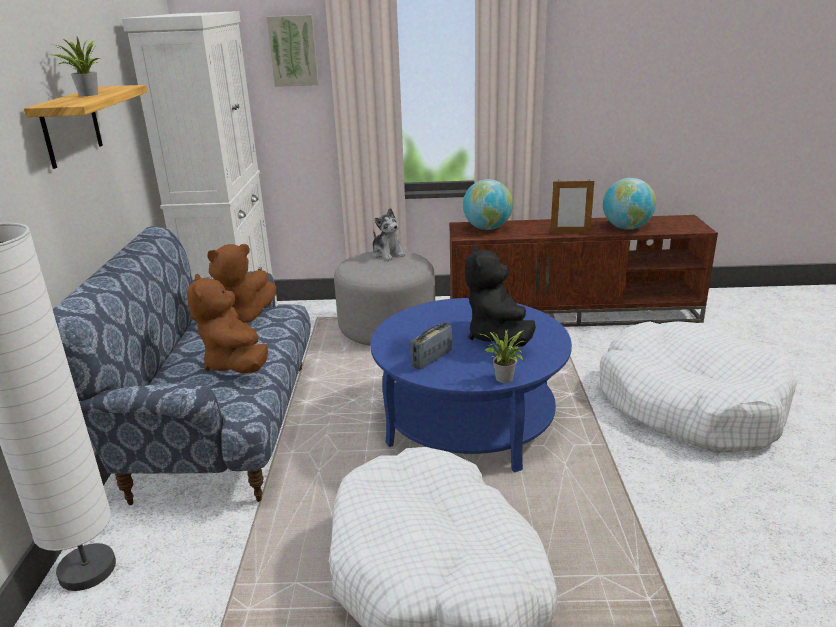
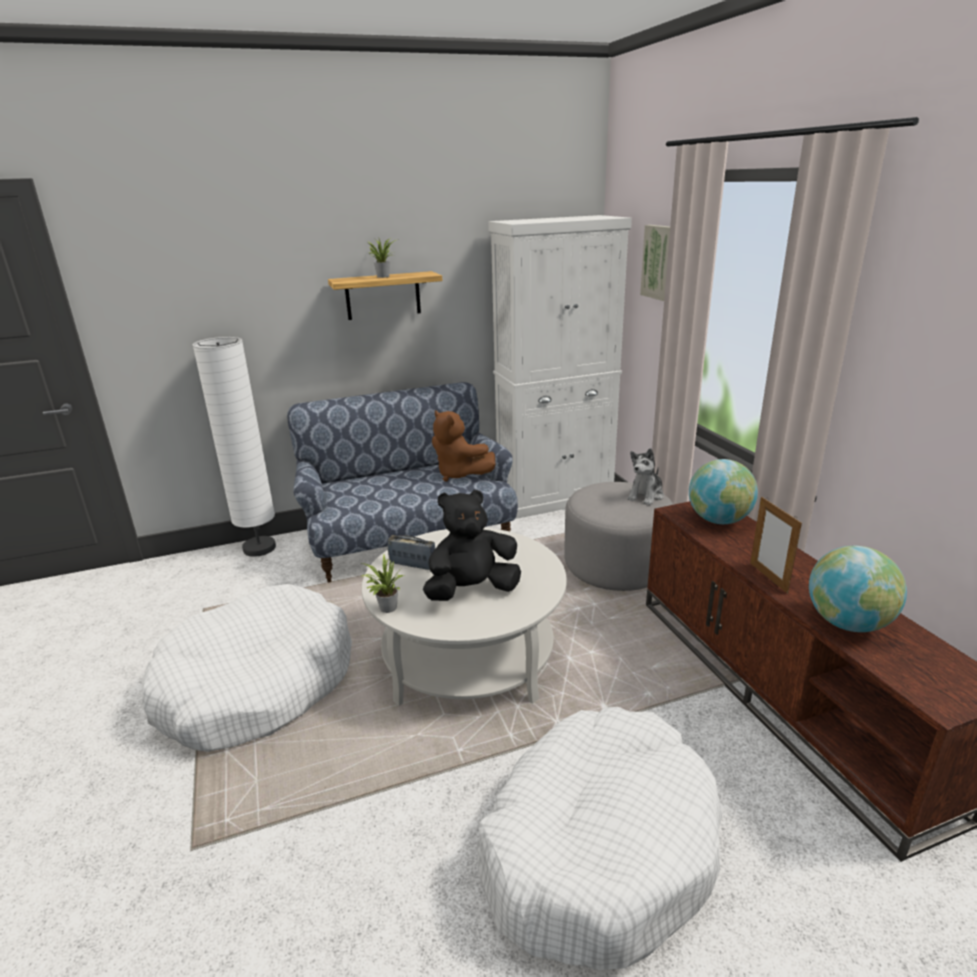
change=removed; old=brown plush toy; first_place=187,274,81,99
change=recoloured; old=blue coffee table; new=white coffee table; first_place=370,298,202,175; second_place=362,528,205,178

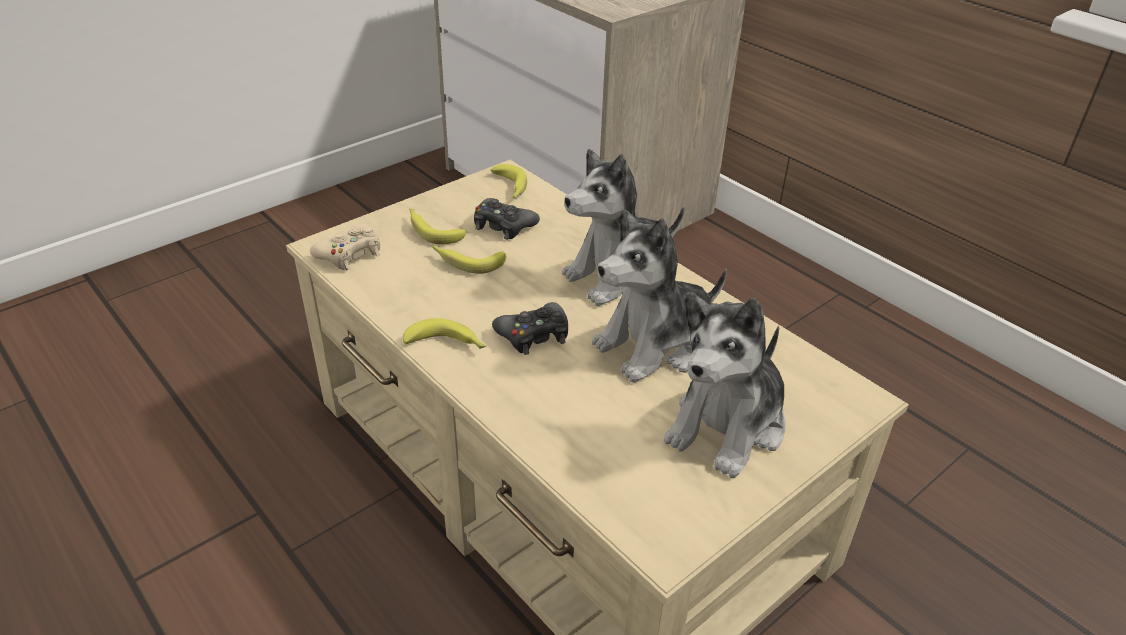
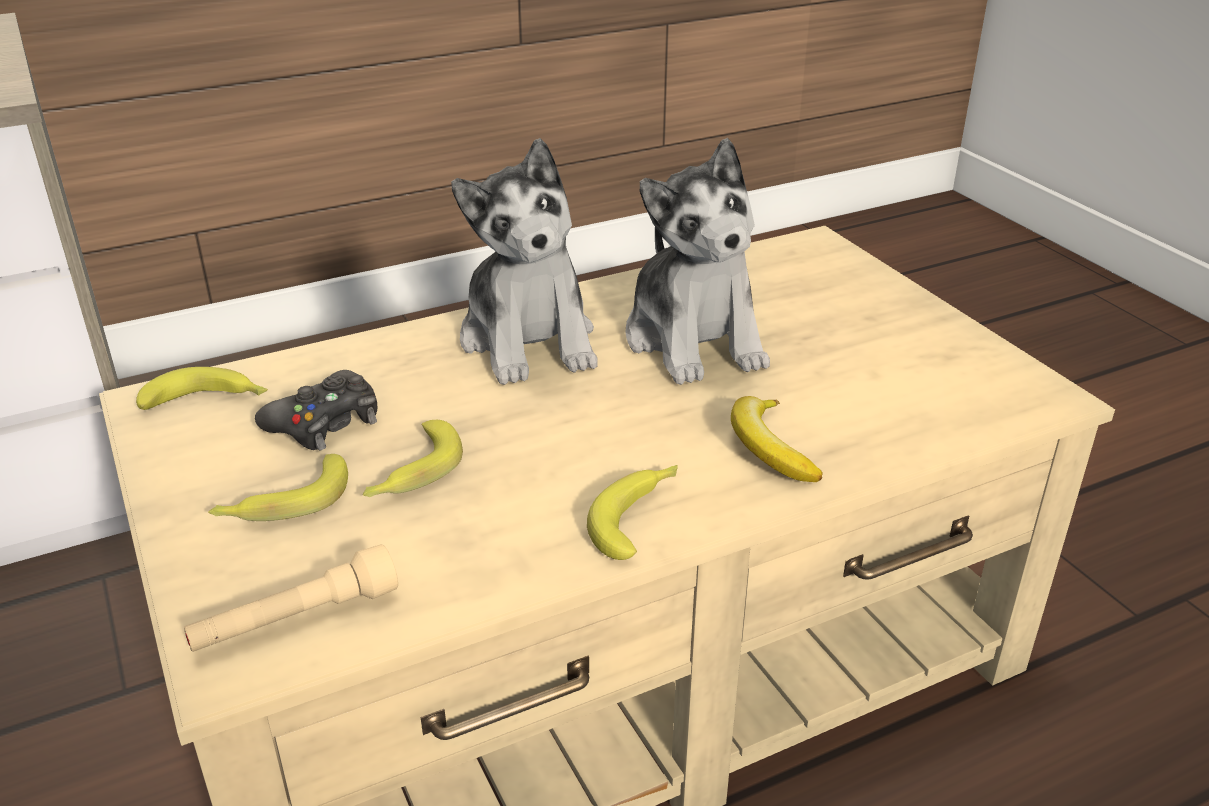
change=replaced; old=beige game controller; new=beige flashlight; first_place=310,224,70,46; second_place=184,544,214,108
change=removed; old=black game controller; first_place=492,302,76,53
change=removed; old=plush toy; first_place=664,292,122,186
change=added; new=banana; second_place=731,396,92,86

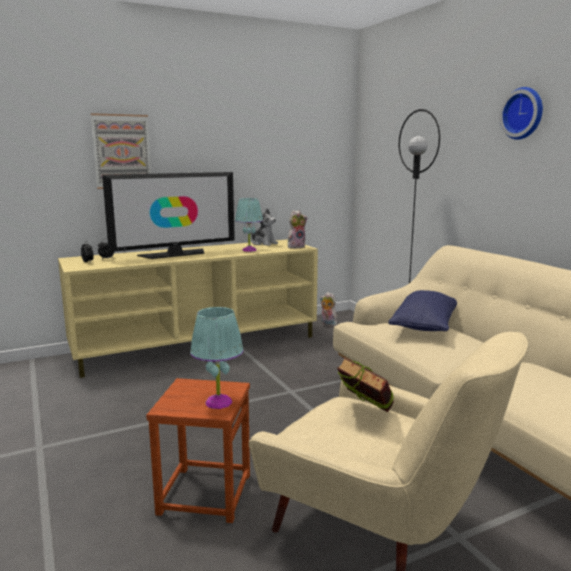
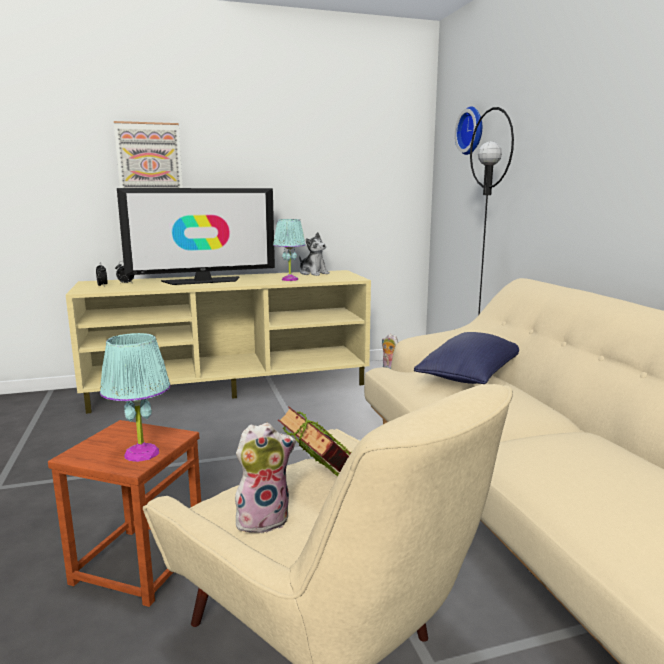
change=moved; old=plush toy; first_place=288,210,19,38; second_place=235,423,61,110
change=moved; old=wall clock; first_place=499,87,44,53; second_place=455,106,27,49

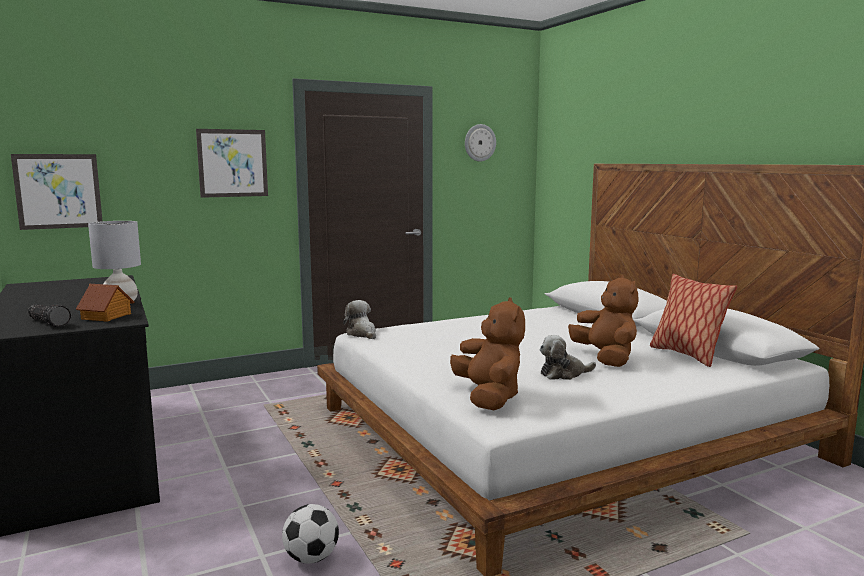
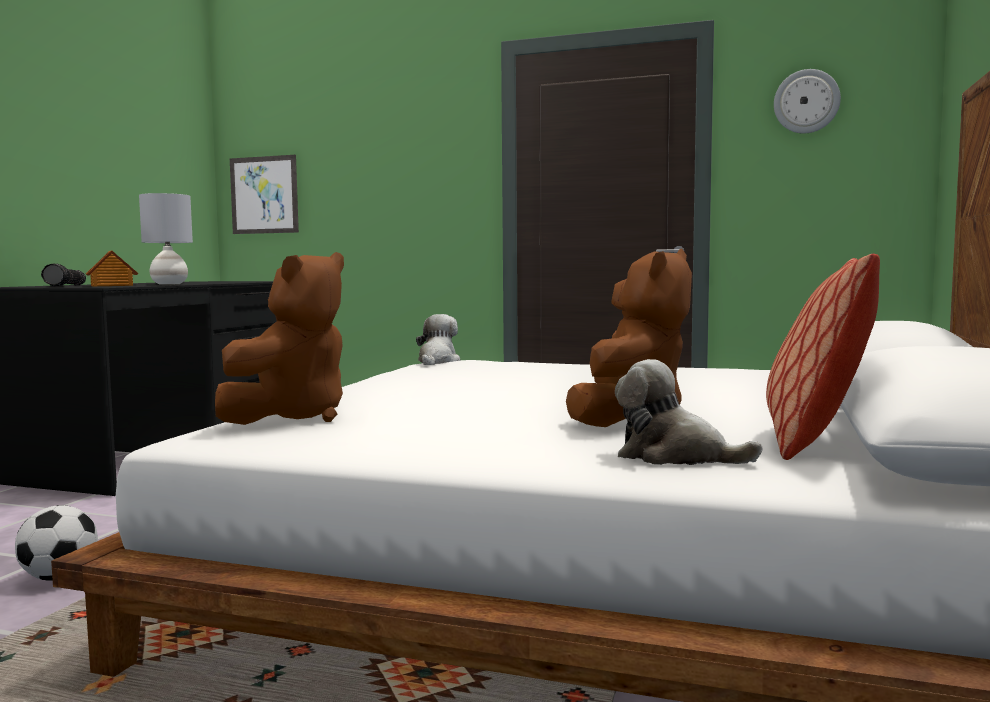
change=removed; old=picture; first_place=196,129,72,69
change=moved; old=plush toy; first_place=539,335,57,45; second_place=615,359,147,106

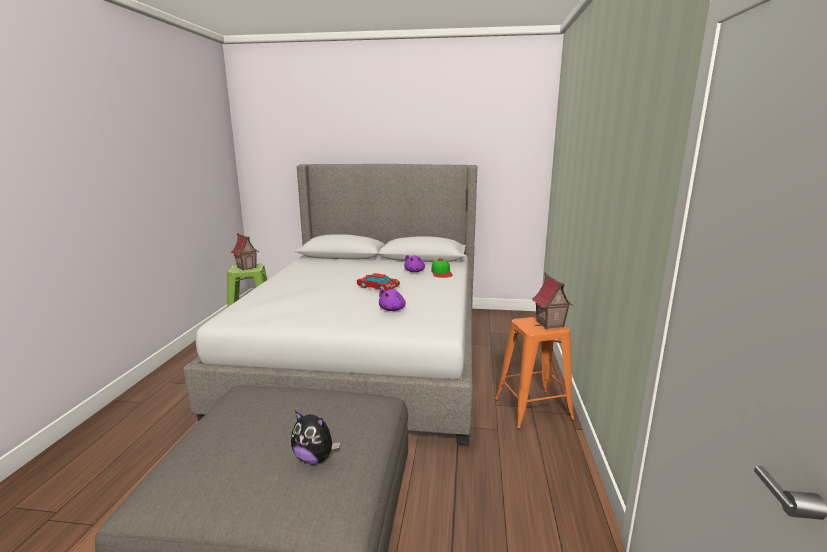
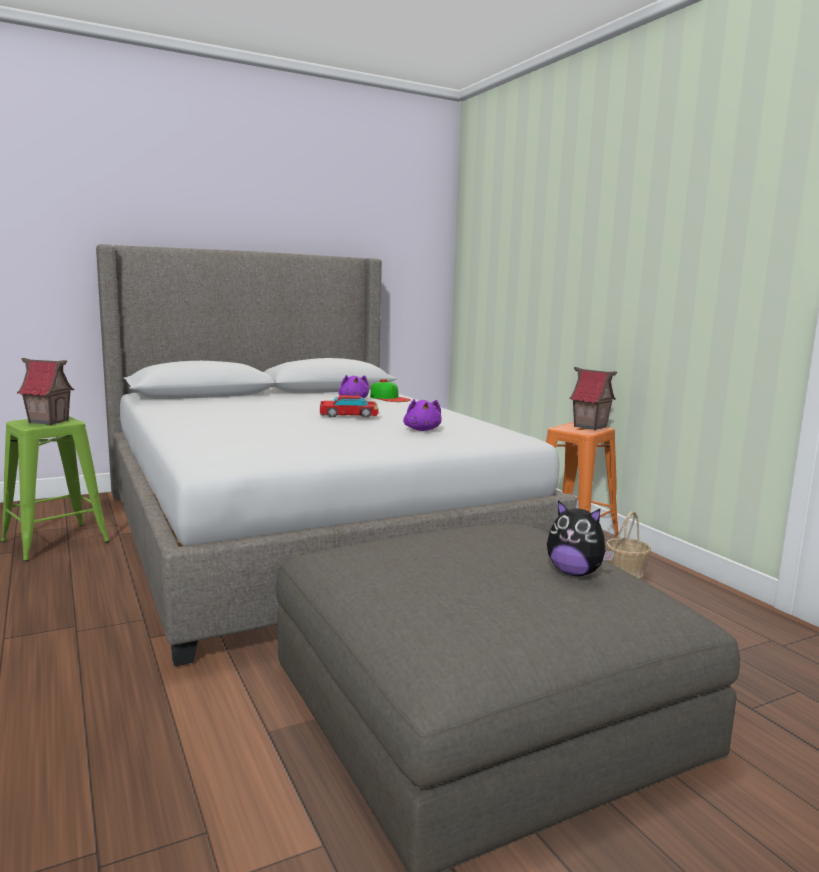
change=turned; old=plush toy; first_place=291,411,49,53; second_place=547,500,68,76; degrees=45
change=added; new=basket; second_place=606,511,45,67

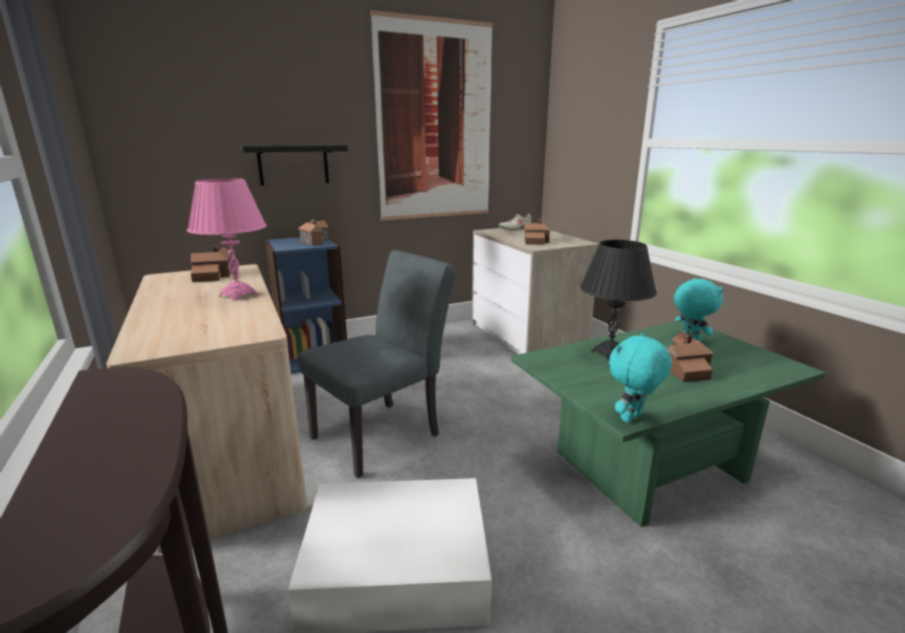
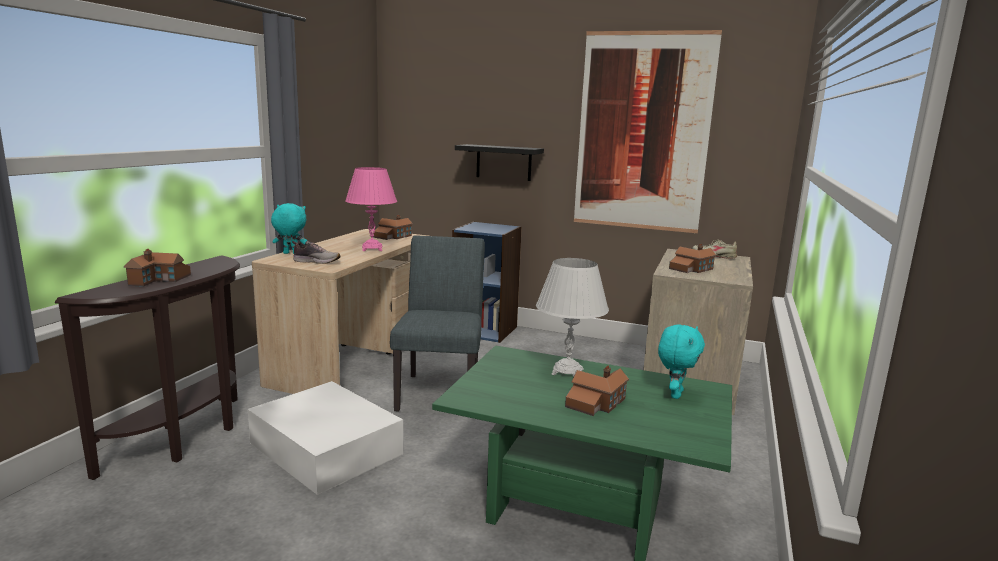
change=moved; old=toy house; first_place=298,219,31,27; second_place=124,249,67,38
change=turned; old=grey chair; first_place=298,250,158,228; second_place=390,235,95,176; degrees=-90
change=recoloured; old=black table lamp; new=white table lamp; first_place=580,240,77,121; second_place=536,258,73,119
change=moved; old=turquoise plush toy; first_place=609,333,63,90; second_place=271,203,36,51
change=added; new=shoe; second_place=292,241,48,23

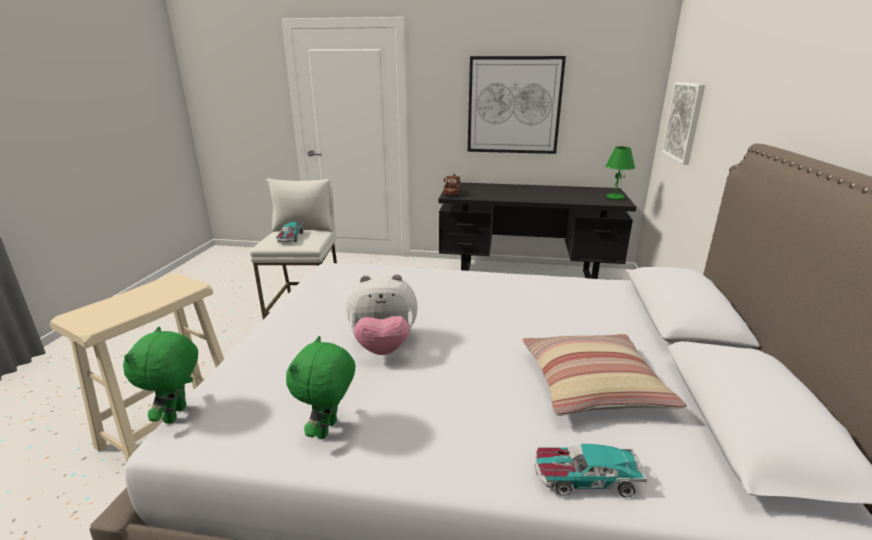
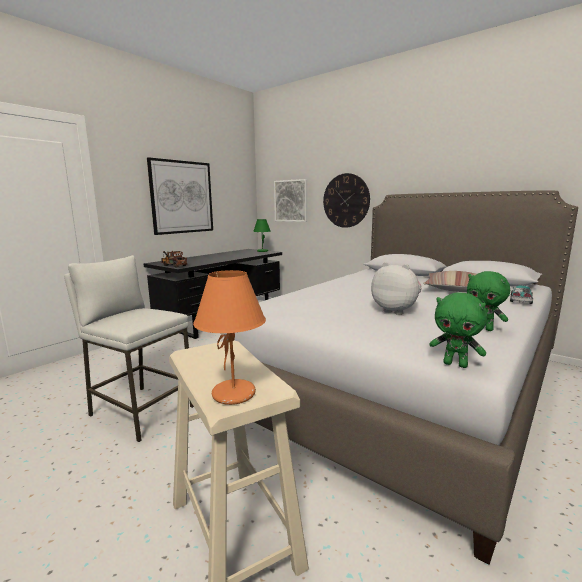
change=removed; old=toy car; first_place=276,222,27,21
change=turned; old=plush toy; first_place=346,274,72,81; second_place=371,262,51,53; degrees=-75
change=added; new=orange table lamp; second_place=193,270,73,135
change=added; new=wall clock; second_place=323,173,47,55

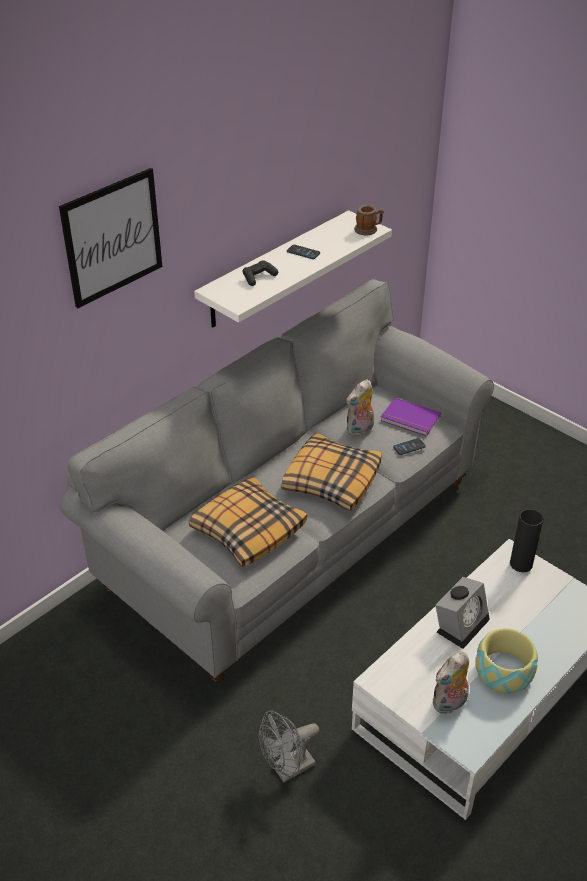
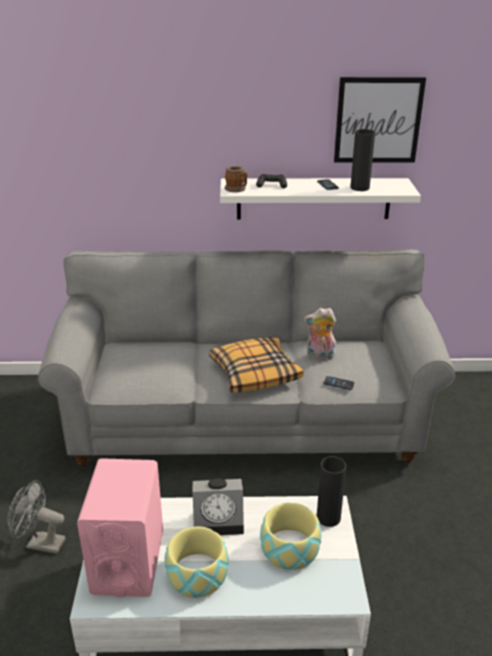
change=moved; old=picture; first_place=59,168,103,140; second_place=334,77,92,86
change=removed; old=pillow; first_place=189,477,118,90
change=moved; old=mug; first_place=354,205,30,31; second_place=225,166,23,26
change=removed; old=purple book; first_place=380,398,61,38
change=replaced; old=plush toy; new=pink speaker; first_place=432,652,37,62; second_place=77,458,86,139
change=added; new=bowl; second_place=260,503,61,67
change=added; new=black vase; second_place=350,129,25,62

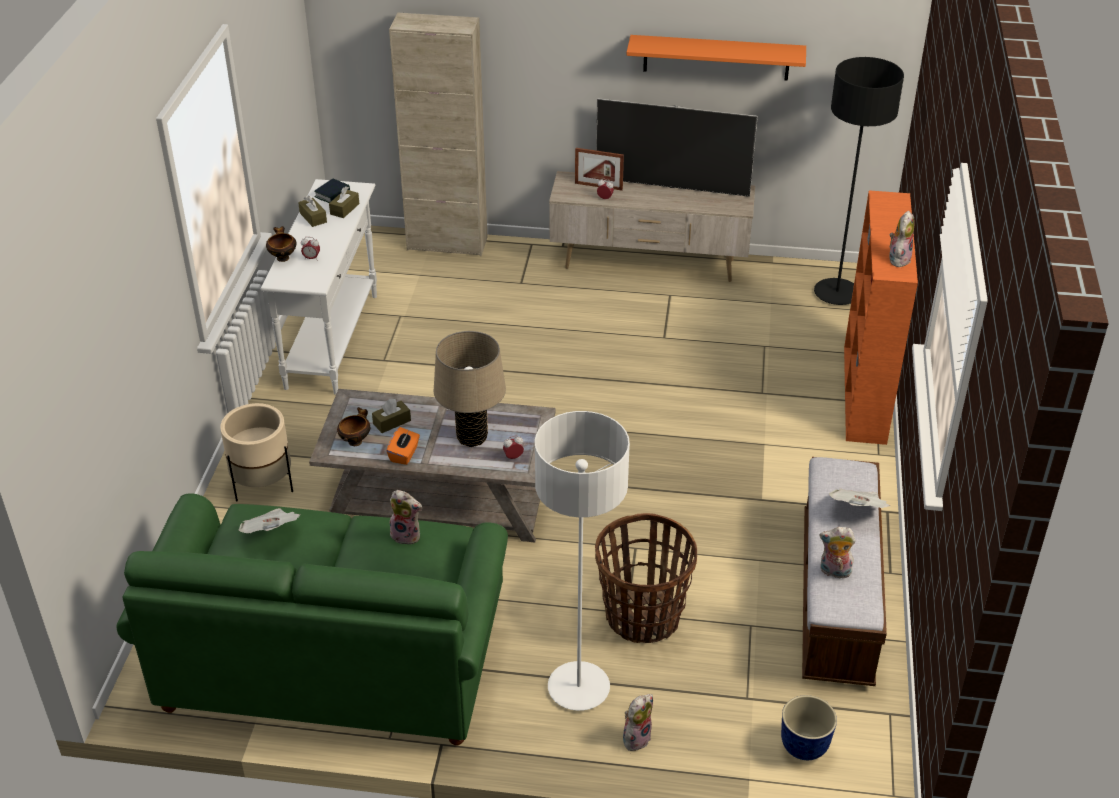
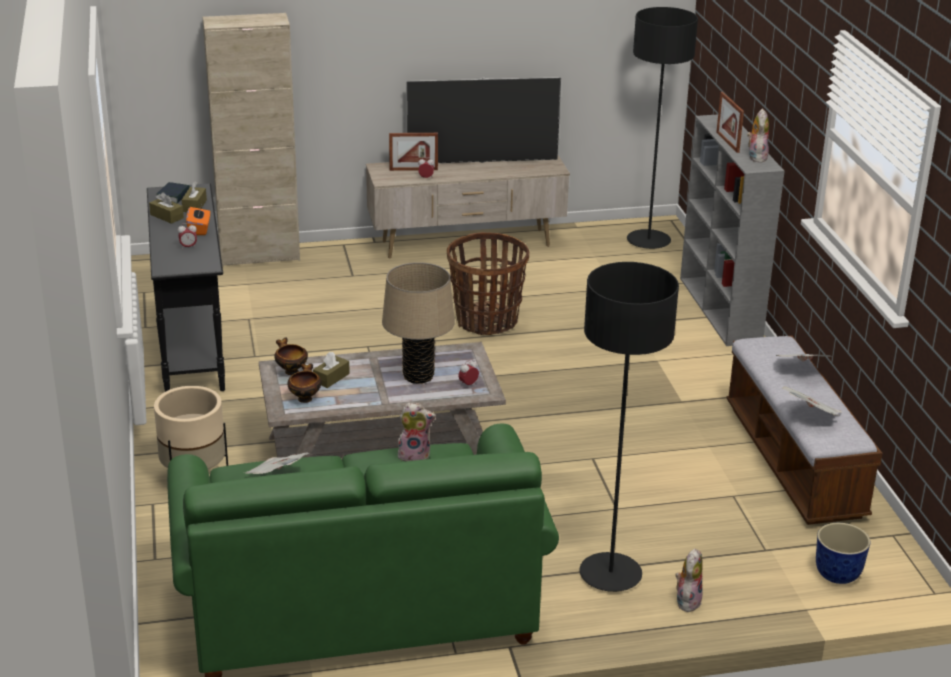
change=recoloured; old=white console table; new=black console table; first_place=260,179,117,216; second_place=147,184,78,208
change=moved; old=bowl; first_place=266,226,30,36; second_place=274,337,34,38
change=moved; old=orange tissue box; first_place=387,427,33,38; second_place=186,205,24,30
change=recoloured; old=white floor lamp; new=black floor lamp; first_place=535,411,95,300; second_place=580,262,99,330
change=moved; old=basket; first_place=595,513,102,130; second_place=447,232,82,103
change=removed; old=orange shelf; first_place=627,35,179,46
change=replaced; old=plush toy; new=newspaper; first_place=820,527,36,51; second_place=782,386,60,30
change=recoloured; old=orange bookcase; new=grey bookcase; first_place=844,190,74,255; second_place=680,114,105,232
change=added; new=picture frame; second_place=716,92,28,61

